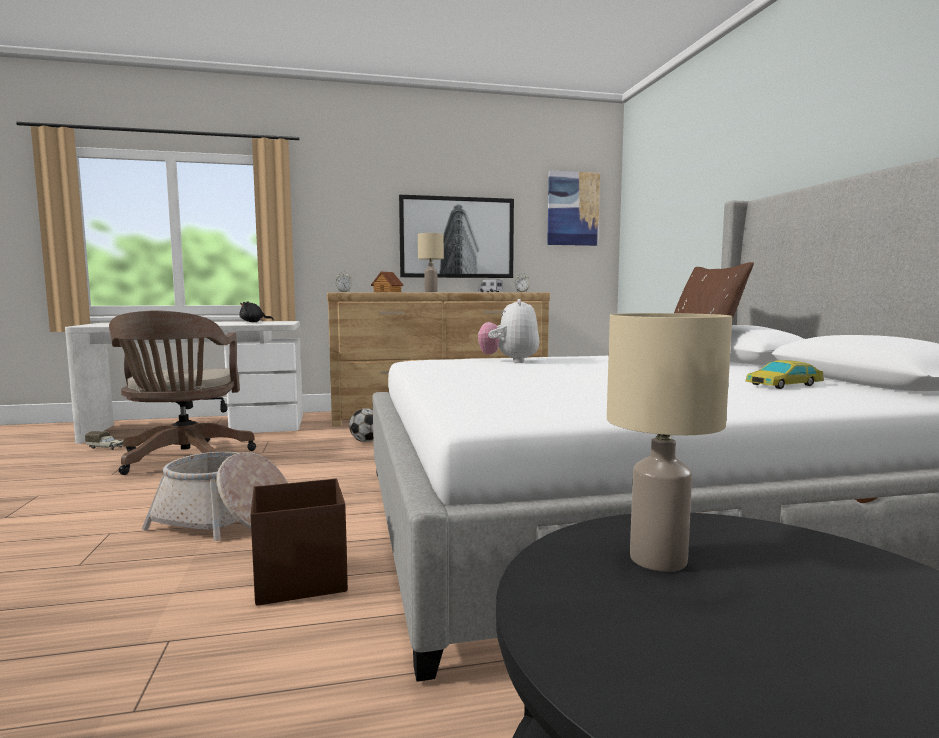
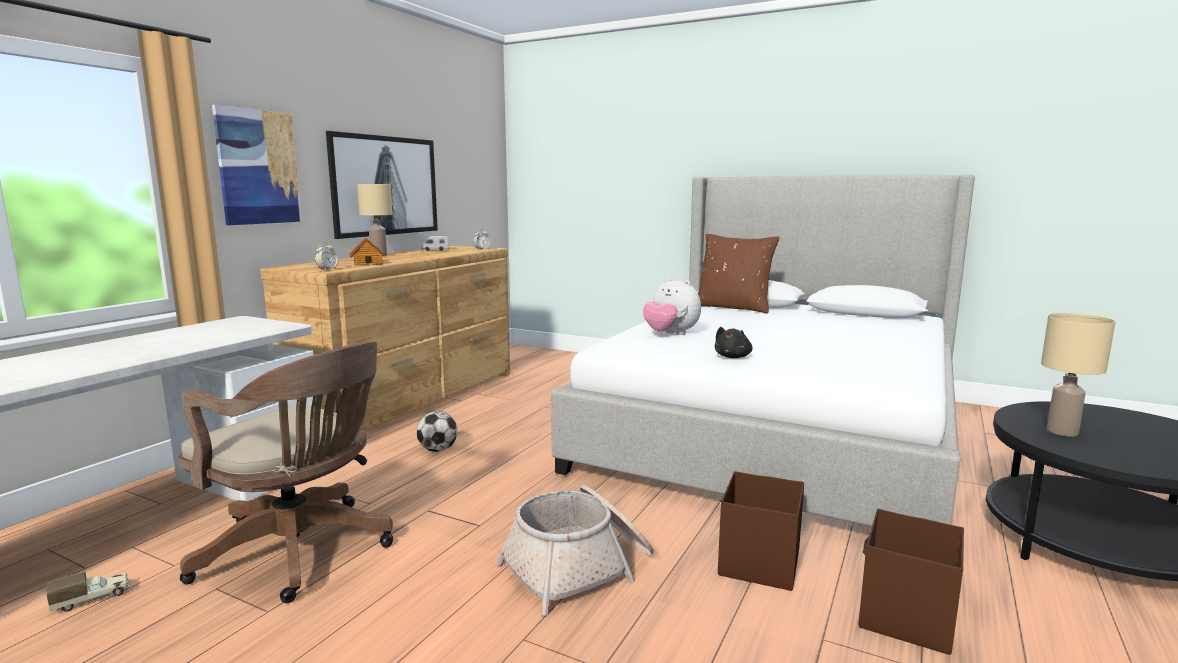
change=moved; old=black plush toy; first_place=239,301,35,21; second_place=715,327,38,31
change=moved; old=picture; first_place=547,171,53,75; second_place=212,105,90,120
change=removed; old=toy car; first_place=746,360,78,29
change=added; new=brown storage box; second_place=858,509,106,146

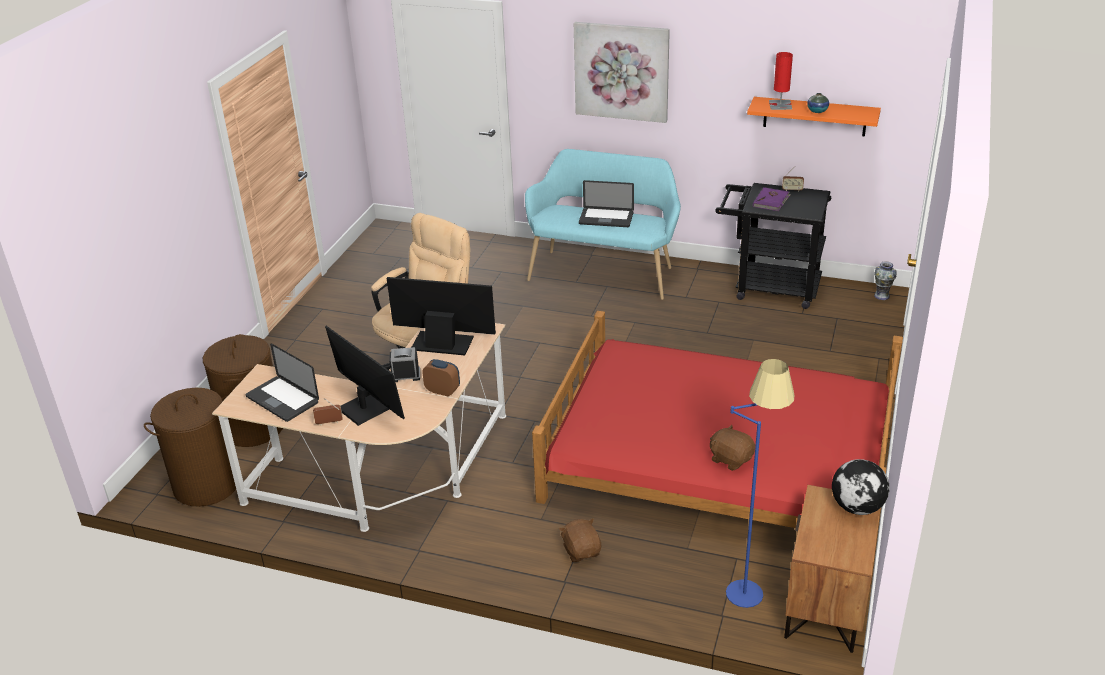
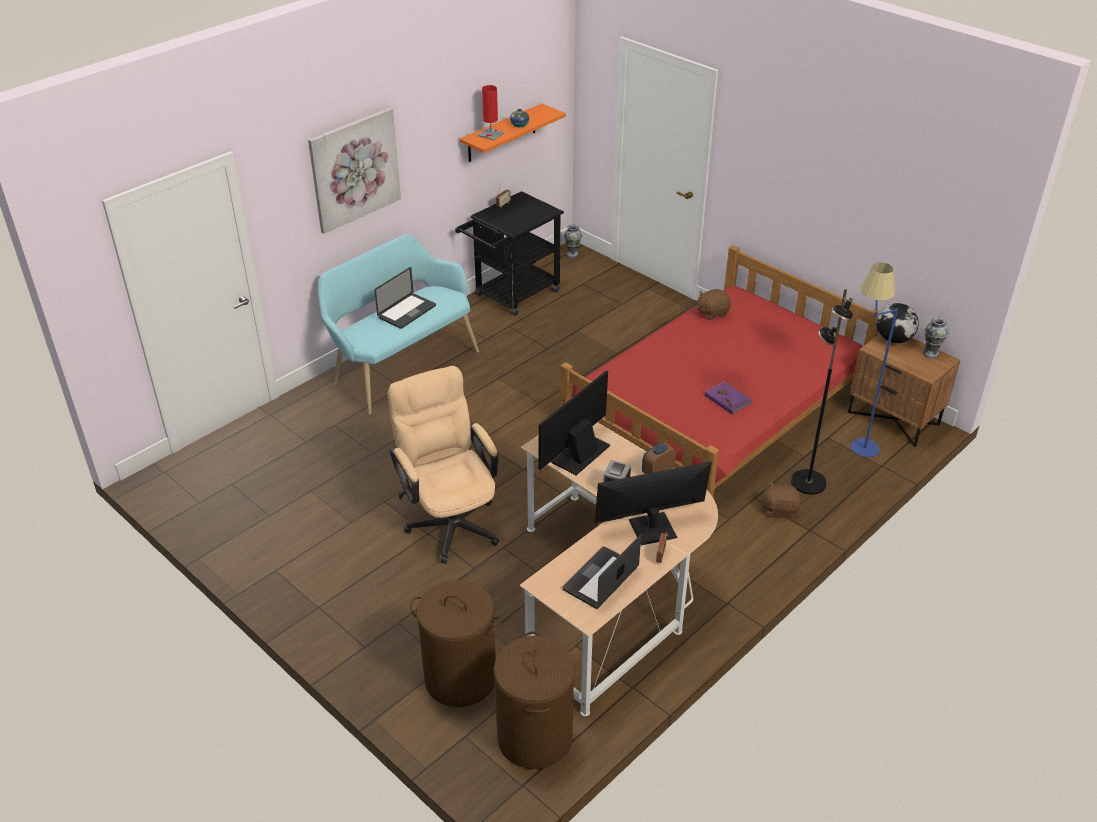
change=turned; old=laptop; first_place=246,343,73,79; second_place=562,534,79,75; degrees=150
change=moved; old=brown plush toy; first_place=710,425,45,46; second_place=696,289,35,31
change=moved; old=purple book; first_place=753,187,38,24; second_place=705,381,48,33
change=added; new=black floor lamp; second_place=791,289,62,206
change=added; new=vase; second_place=922,317,27,42

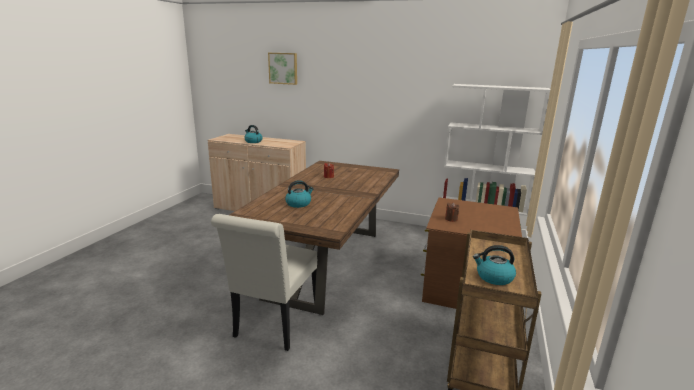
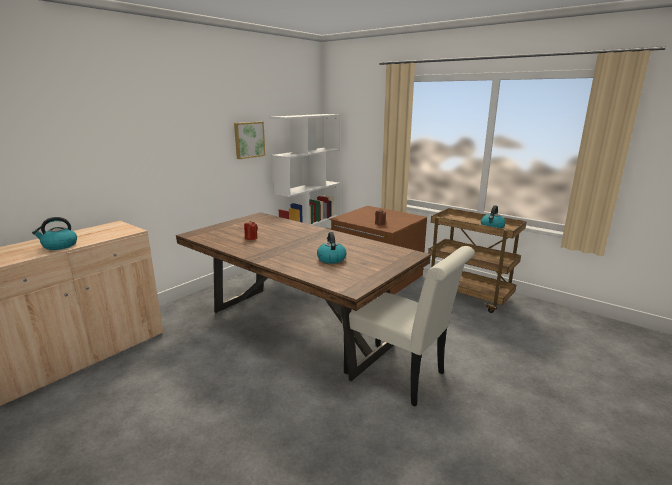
change=moved; old=picture; first_place=268,53,29,32; second_place=234,122,32,37

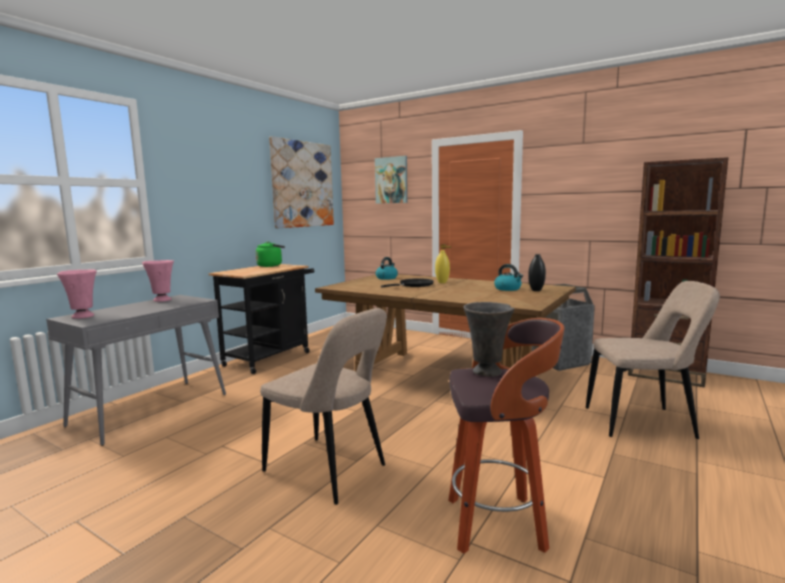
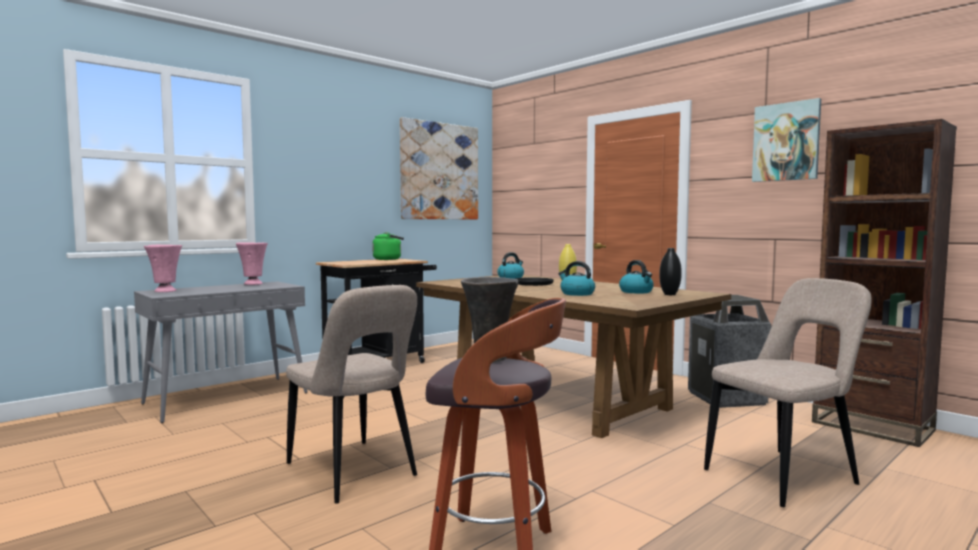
change=moved; old=picture; first_place=375,156,33,48; second_place=752,98,69,84
change=turned; old=beige chair; first_place=586,281,134,158; second_place=704,278,168,229; degrees=-45
change=added; new=kettle; second_place=559,261,36,35

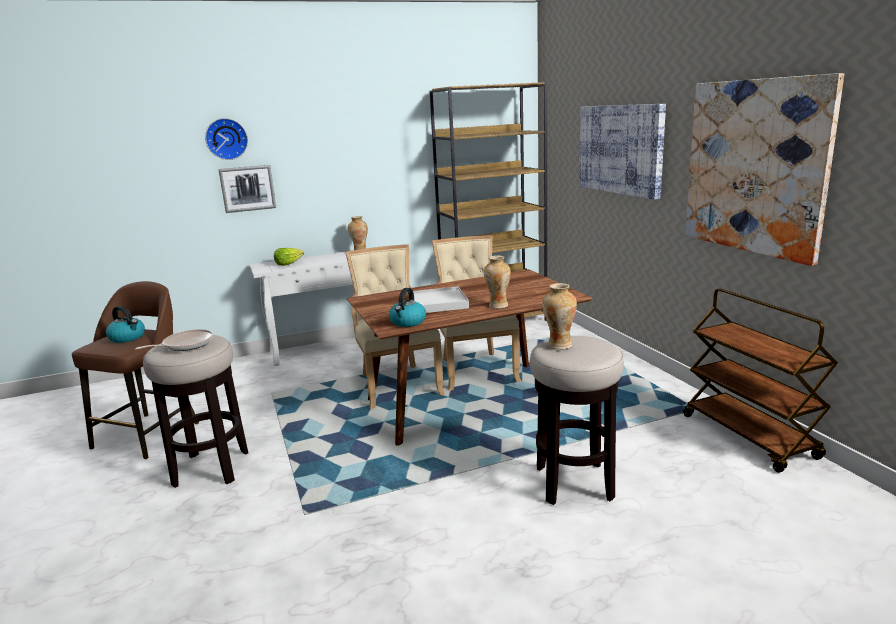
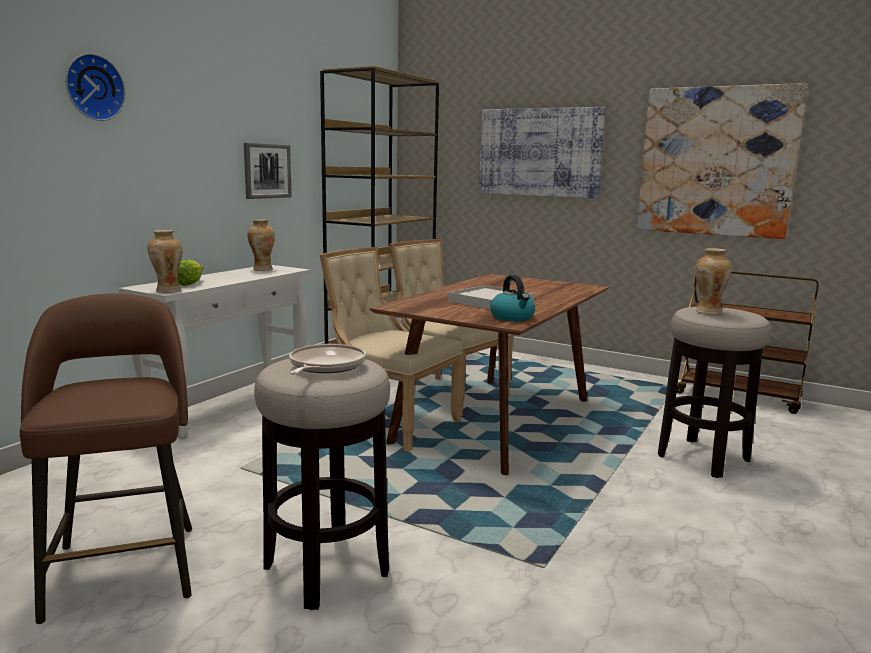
change=removed; old=kettle; first_place=106,306,39,37
change=moved; old=picture; first_place=218,165,58,48; second_place=244,143,48,56
change=moved; old=vase; first_place=484,255,27,54; second_place=148,230,34,63

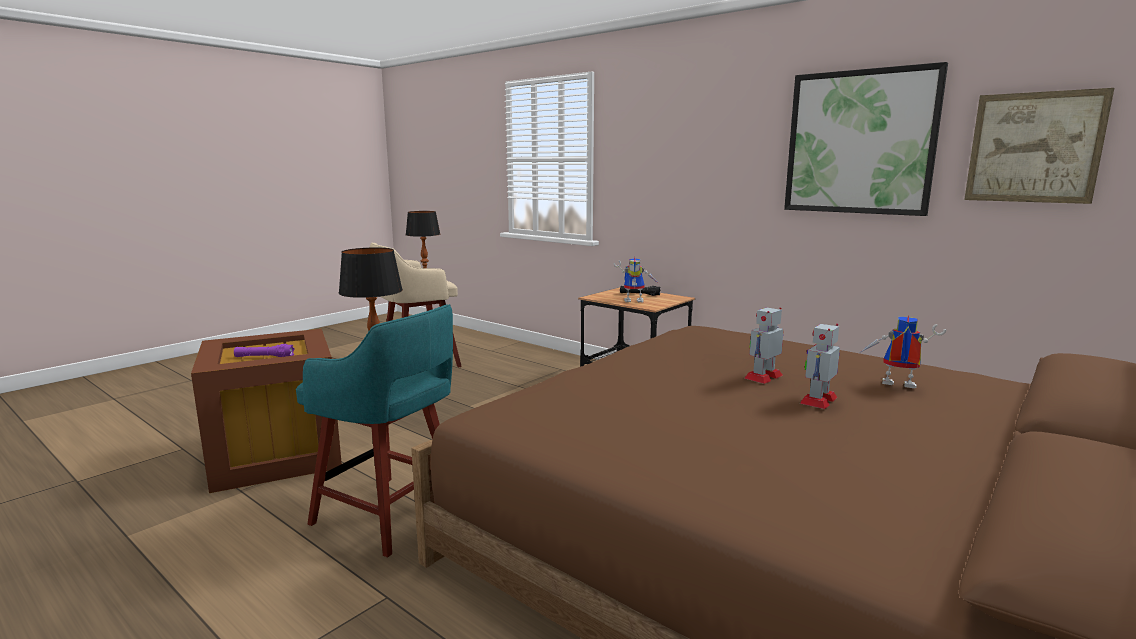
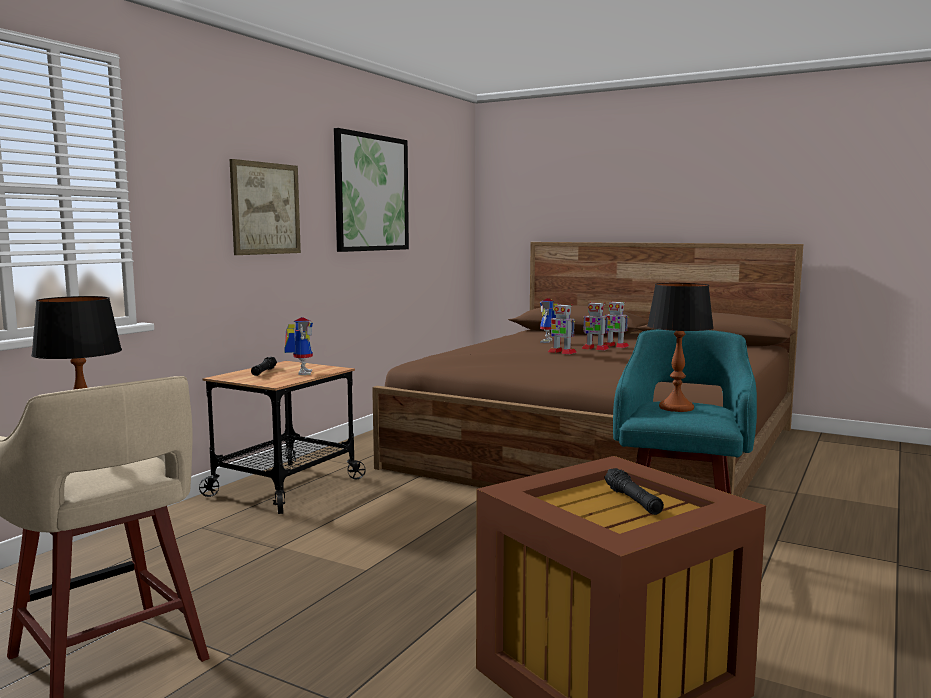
change=recoloured; old=purple flashlight; new=black flashlight; first_place=234,344,61,13; second_place=604,468,60,47
change=moved; old=picture; first_place=964,88,150,116; second_place=230,159,71,96
change=added; new=toy robot; second_place=604,300,25,48

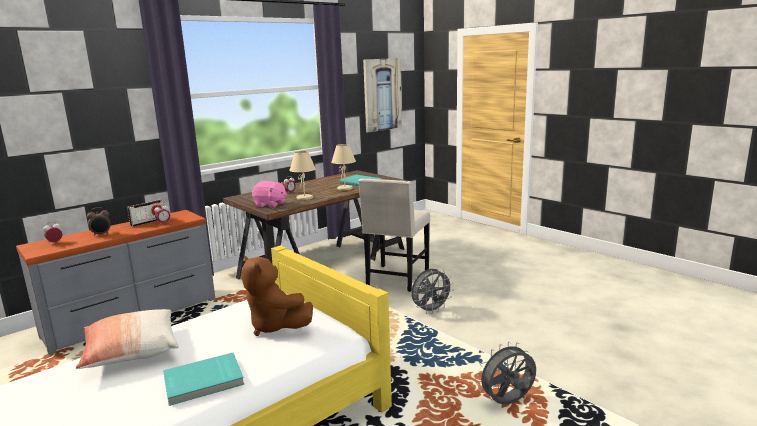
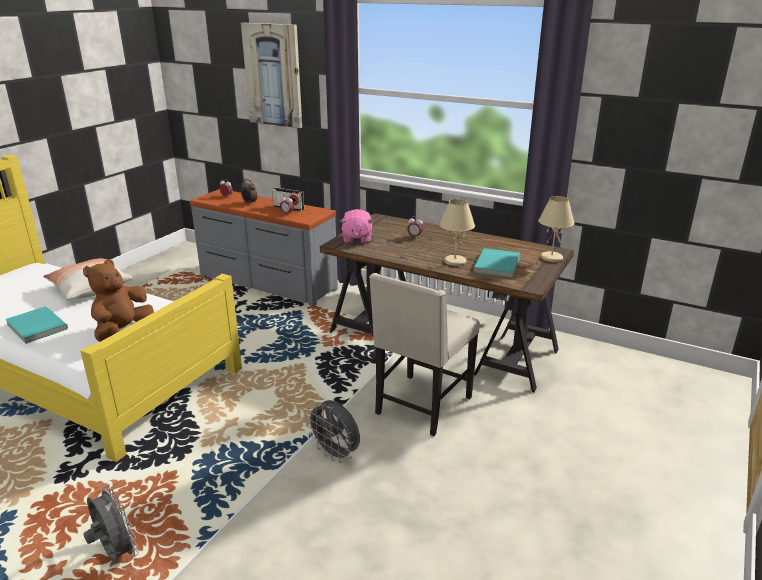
change=moved; old=beige table lamp; first_place=289,151,27,49; second_place=538,196,37,66
change=turned; old=beige chair; first_place=358,179,72,113; second_place=369,273,111,163; degrees=-60
change=moved; old=picture; first_place=363,58,39,74; second_place=241,23,61,105

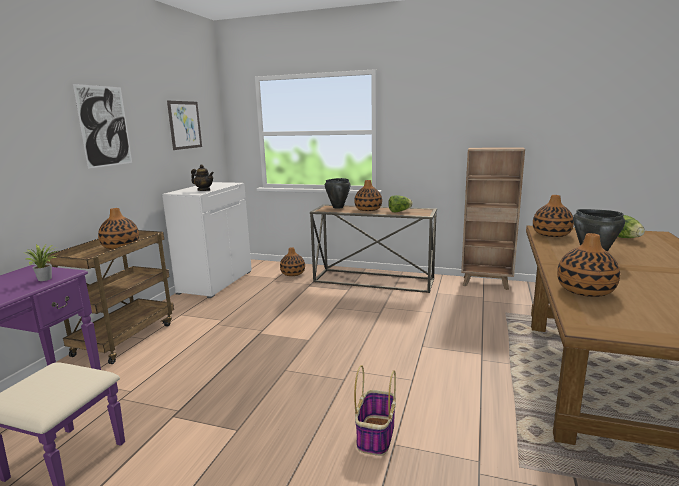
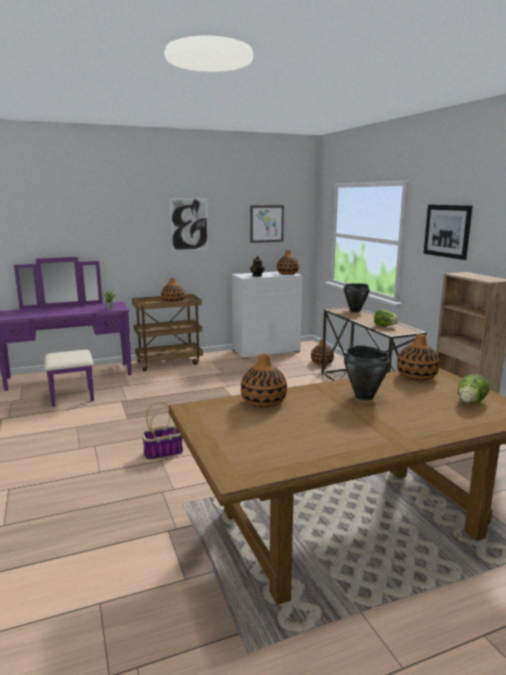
change=moved; old=vase; first_place=354,180,28,31; second_place=277,250,22,25
change=added; new=picture; second_place=423,205,49,55

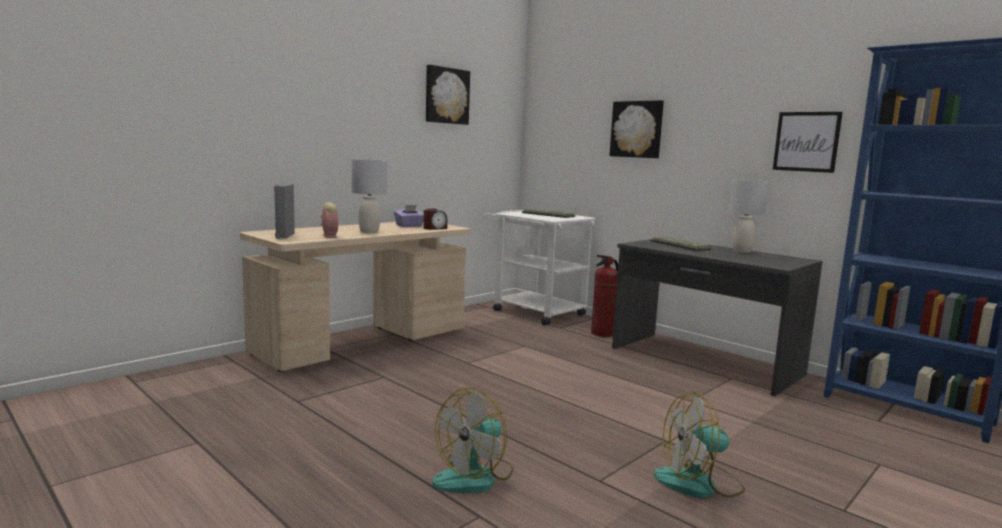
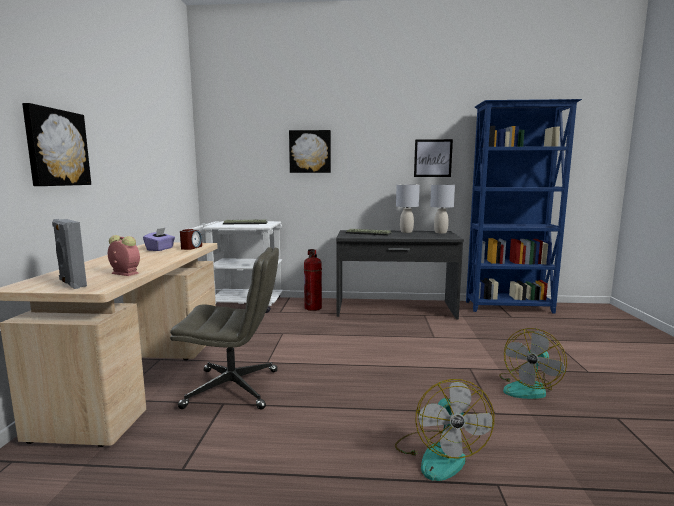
change=moved; old=grey table lamp; first_place=352,159,35,74; second_place=430,185,25,48
change=moved; old=picture; first_place=426,65,44,60; second_place=22,103,69,83
change=added; new=grey office chair; second_place=170,247,109,163

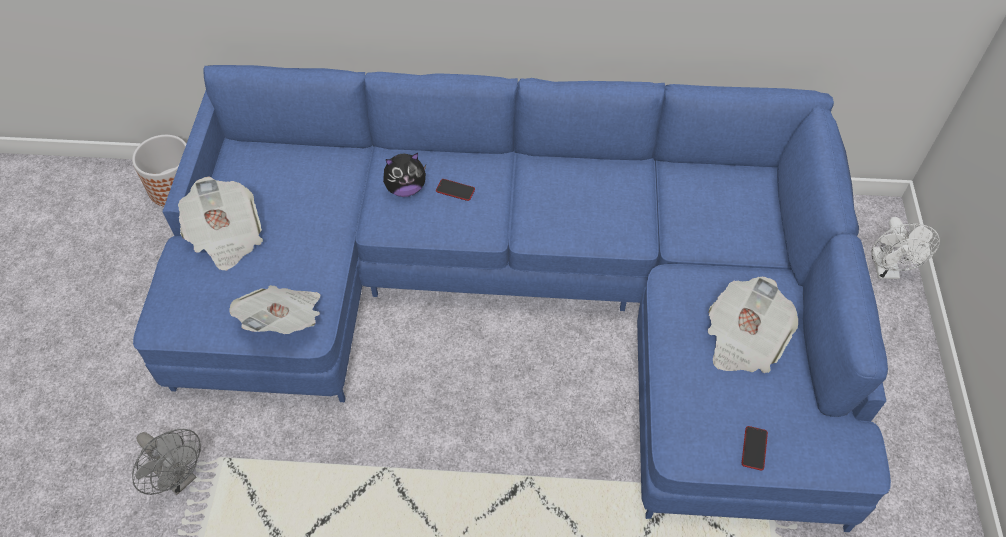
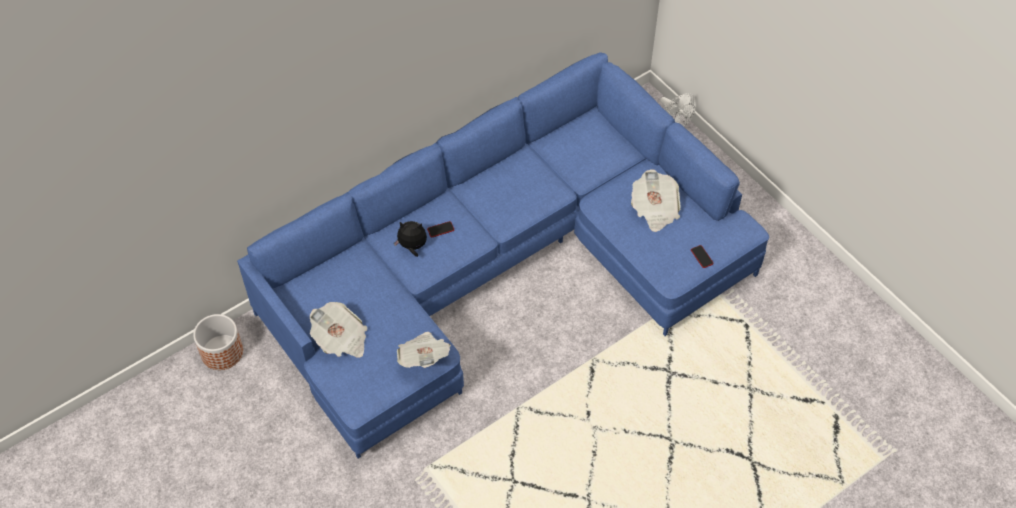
change=removed; old=grey fan; first_place=132,429,69,66
change=turned; old=plush toy; first_place=383,153,43,44; second_place=394,221,33,36; degrees=-120

